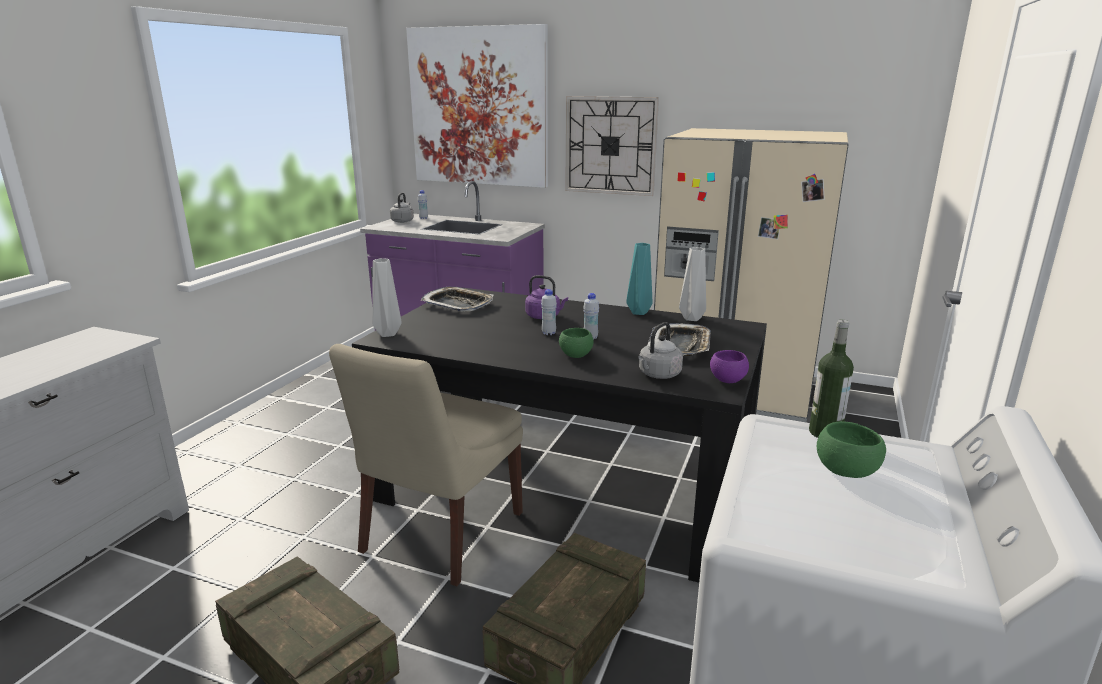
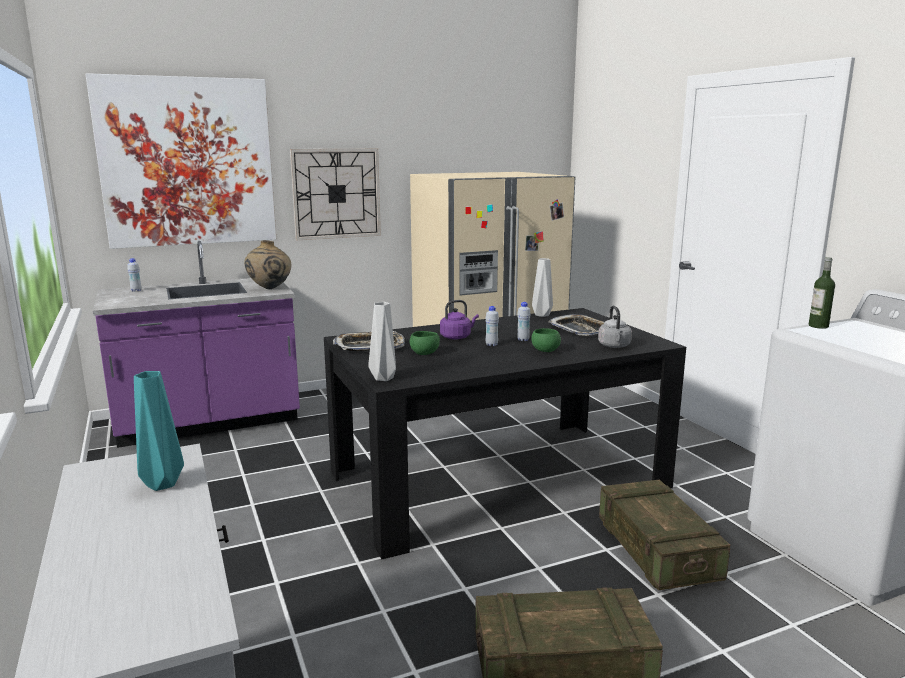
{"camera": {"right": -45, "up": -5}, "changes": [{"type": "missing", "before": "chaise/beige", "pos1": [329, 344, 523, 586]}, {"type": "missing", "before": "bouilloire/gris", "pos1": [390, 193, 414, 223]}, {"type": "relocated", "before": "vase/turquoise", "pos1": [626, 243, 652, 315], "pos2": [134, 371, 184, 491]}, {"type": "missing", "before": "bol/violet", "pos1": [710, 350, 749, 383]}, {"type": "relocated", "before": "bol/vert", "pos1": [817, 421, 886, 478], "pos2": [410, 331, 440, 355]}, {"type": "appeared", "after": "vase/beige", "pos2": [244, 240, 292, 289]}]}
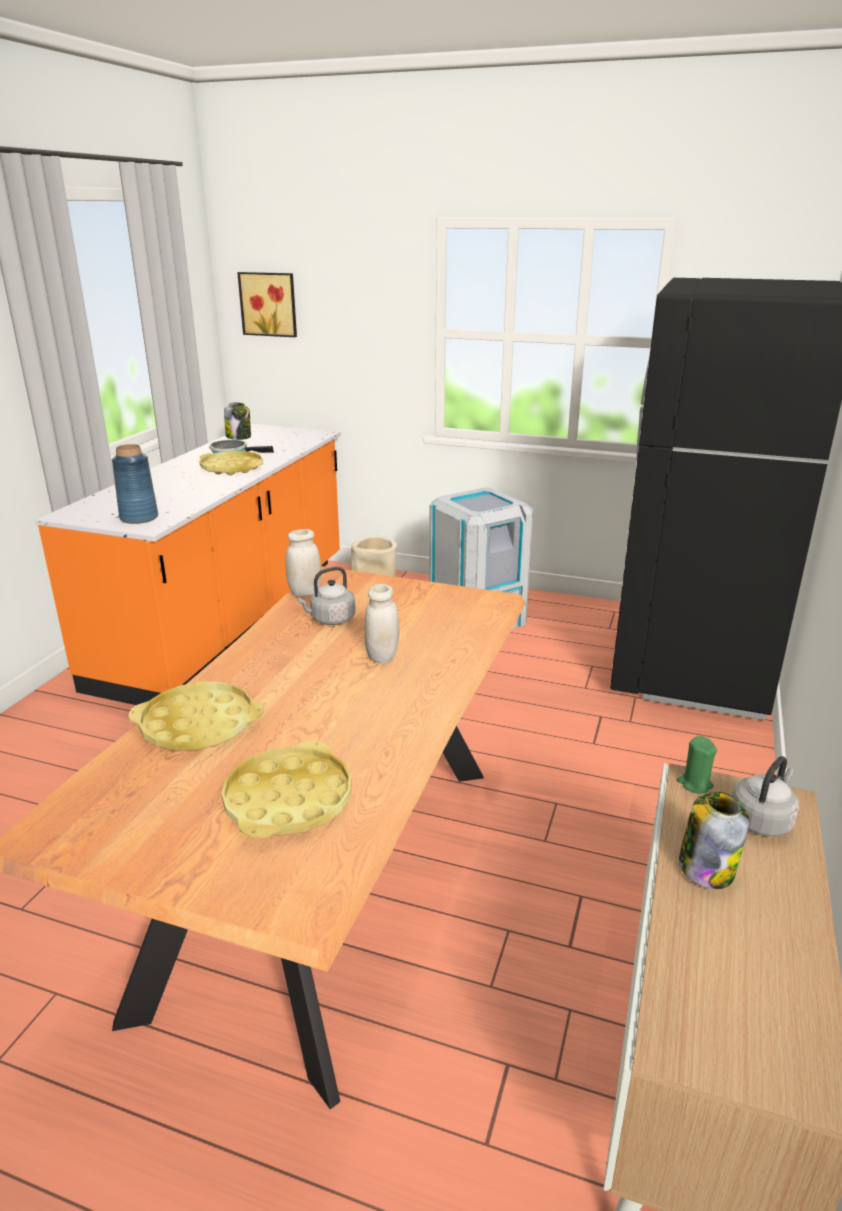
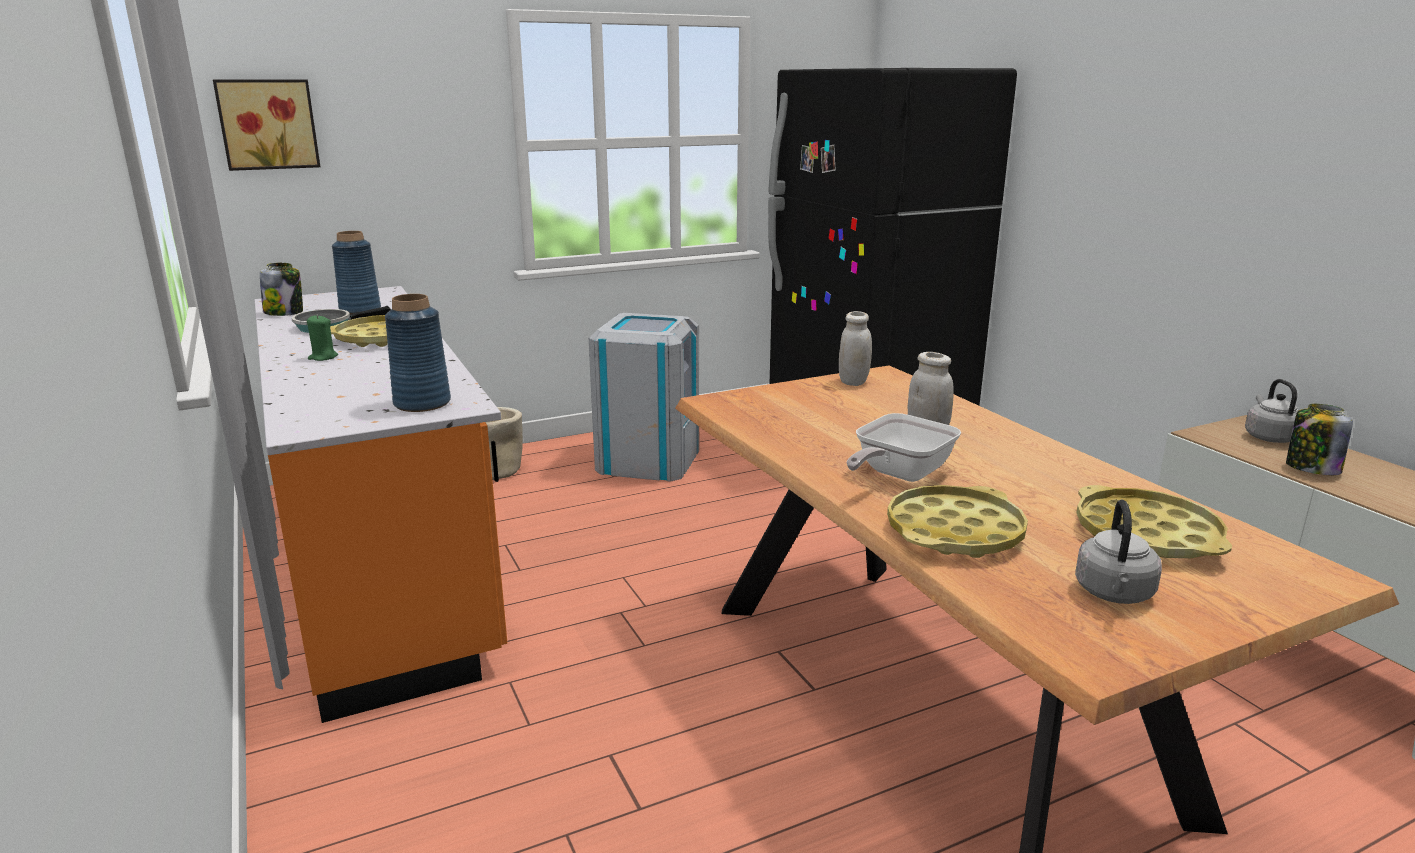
{"camera": {"right": -45, "up": -5}, "changes": [{"type": "relocated", "before": "bocal/blanc", "pos1": [286, 529, 321, 596], "pos2": [839, 311, 872, 386]}, {"type": "relocated", "before": "bouilloire/gris", "pos1": [297, 567, 355, 625], "pos2": [1075, 500, 1162, 604]}, {"type": "relocated", "before": "bougie/vert", "pos1": [677, 736, 717, 794], "pos2": [307, 315, 338, 361]}, {"type": "appeared", "after": "vase/bleu", "pos2": [332, 231, 381, 314]}, {"type": "appeared", "after": "poêle", "pos2": [847, 413, 961, 482]}]}
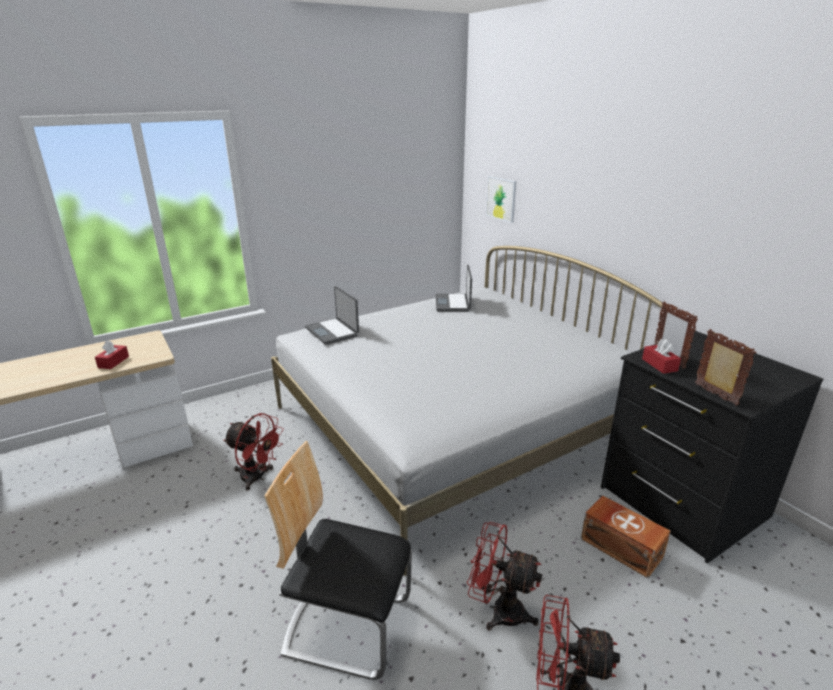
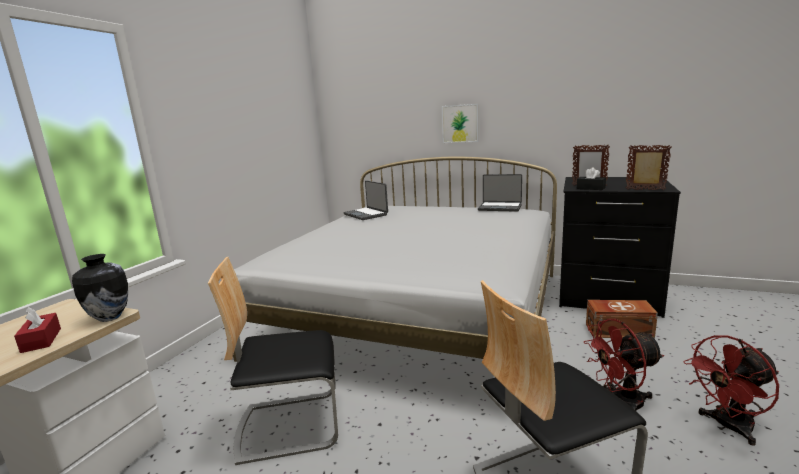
{"camera": {"right": -35, "up": -10}, "changes": [{"type": "exchanged", "before": "ventilateur/rouge", "after": "chaise", "pos1": [223, 413, 284, 491], "pos2": [208, 257, 338, 465]}, {"type": "relocated", "before": "ordinateur portable", "pos1": [305, 286, 359, 345], "pos2": [478, 174, 522, 212]}, {"type": "relocated", "before": "tableau", "pos1": [486, 176, 516, 223], "pos2": [442, 104, 479, 143]}, {"type": "colour", "before": "boîte à mouchoirs/rouge", "after": "boîte à mouchoirs/noir", "pos1": [642, 339, 681, 374], "pos2": [577, 167, 606, 190]}, {"type": "appeared", "after": "vase", "pos2": [72, 254, 128, 322]}]}
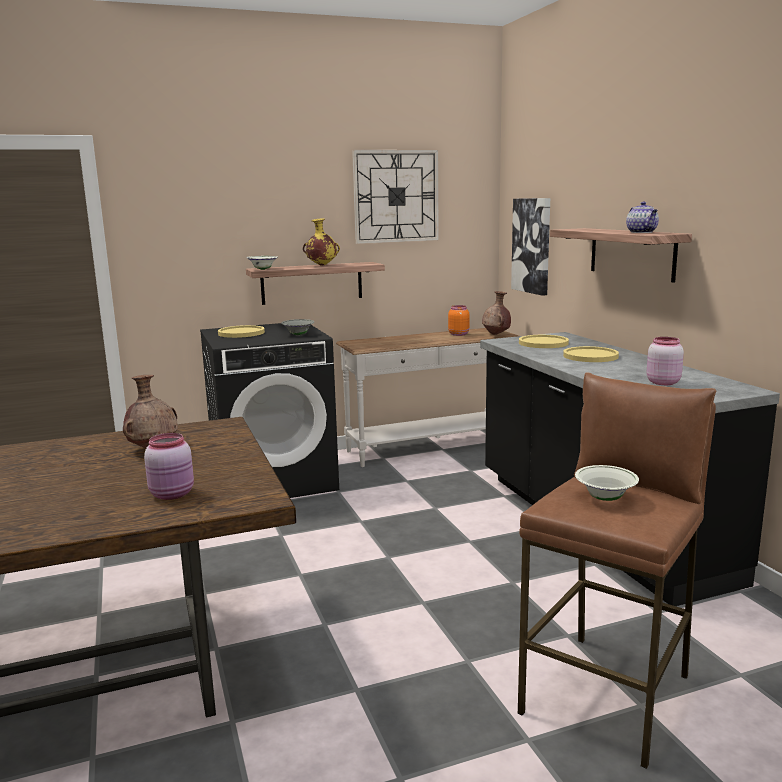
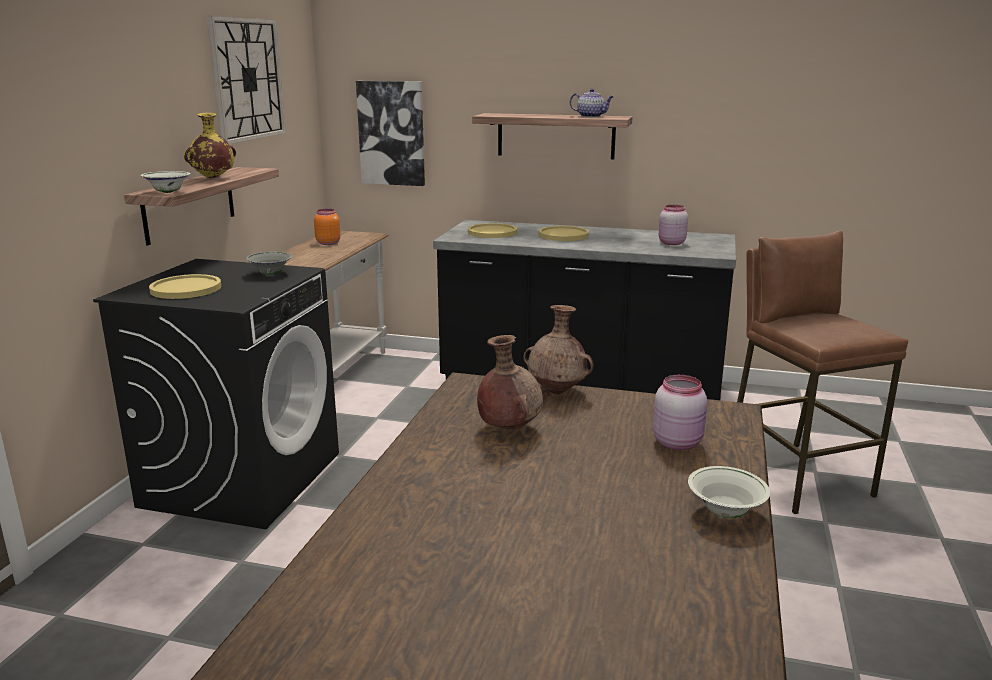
{"camera": {"right": -55, "up": 5}, "changes": [{"type": "relocated", "before": "vase/marron", "pos1": [482, 291, 511, 335], "pos2": [523, 305, 594, 394]}, {"type": "relocated", "before": "bol/blanc", "pos1": [575, 465, 639, 501], "pos2": [688, 466, 770, 518]}]}
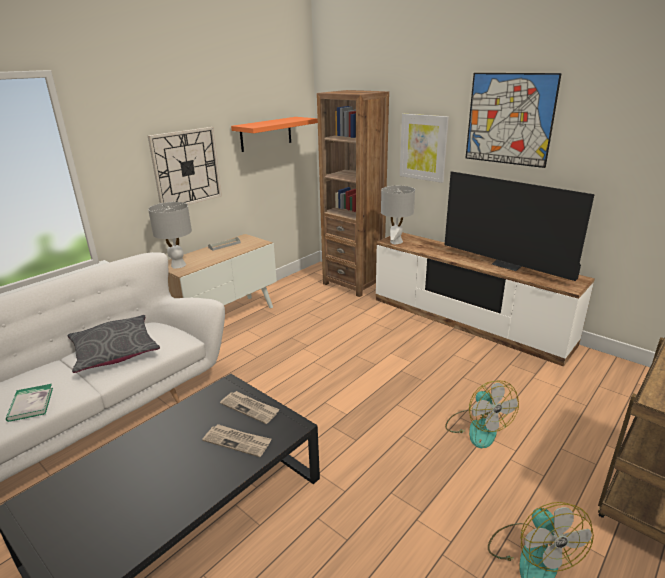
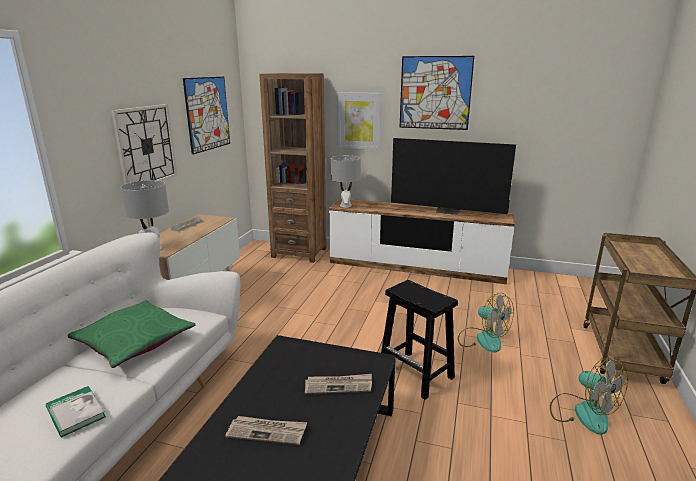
{"camera": {"right": -25, "up": -5}, "changes": [{"type": "colour", "before": "coussin/gris", "after": "coussin/vert", "pos1": [68, 315, 160, 373], "pos2": [68, 300, 196, 368]}, {"type": "relocated", "before": "journal", "pos1": [220, 391, 280, 424], "pos2": [225, 416, 307, 445]}, {"type": "exchanged", "before": "étagère/orange", "after": "tableau", "pos1": [231, 117, 318, 152], "pos2": [183, 77, 230, 155]}, {"type": "appeared", "after": "tabouret/noir", "pos2": [381, 280, 458, 400]}]}
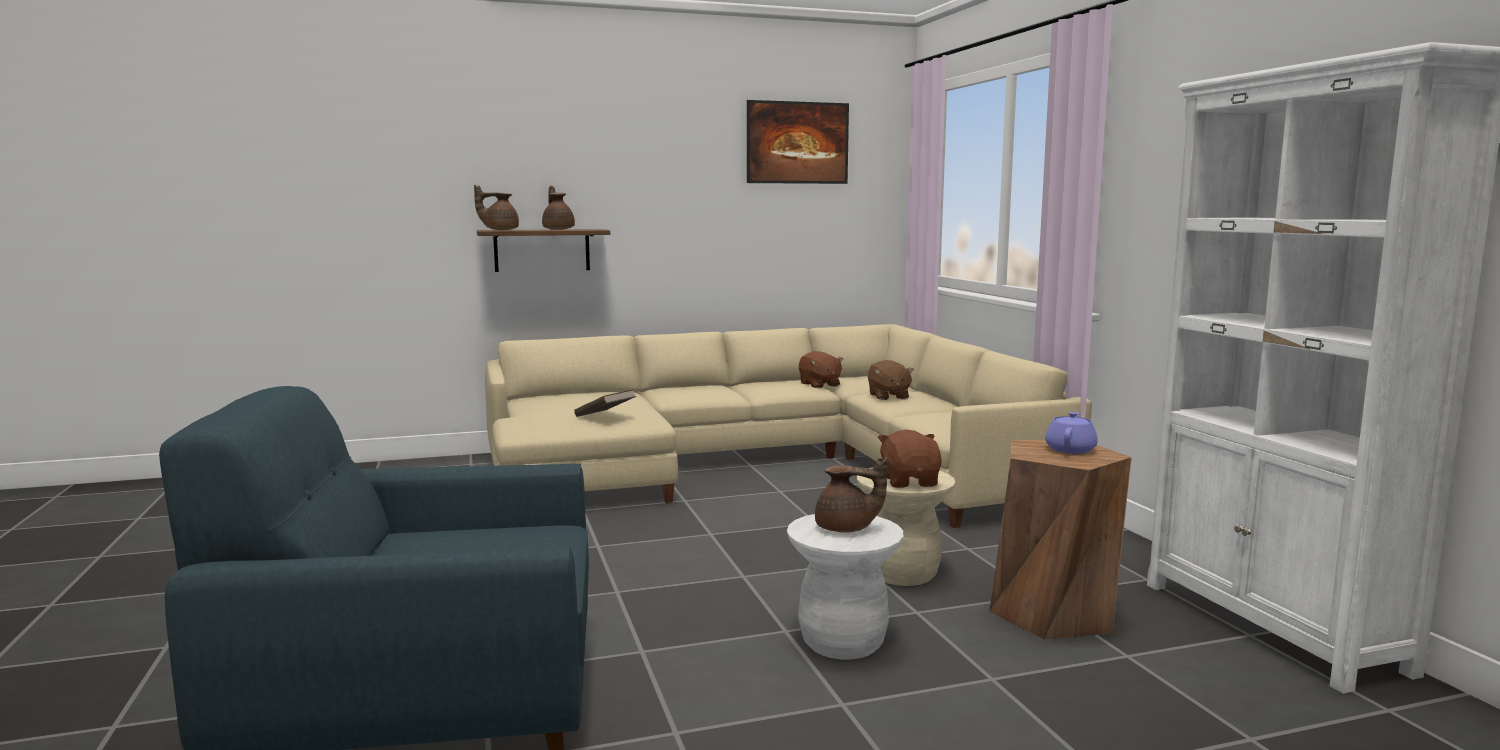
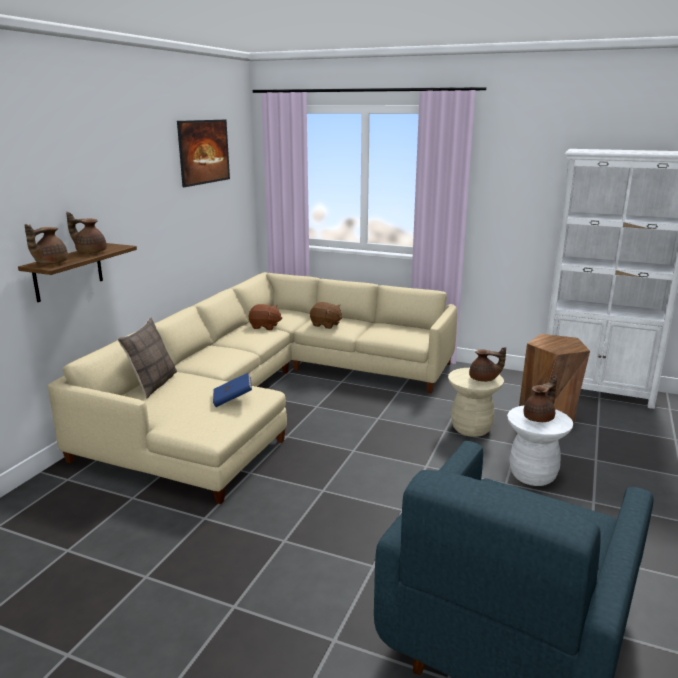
{"camera": {"right": -50, "up": 10}, "changes": [{"type": "colour", "before": "livre/marron", "after": "livre/bleu", "pos1": [574, 389, 636, 417], "pos2": [213, 373, 252, 407]}, {"type": "exchanged", "before": "peluche/marron", "after": "théière/marron", "pos1": [877, 429, 942, 488], "pos2": [469, 347, 506, 382]}, {"type": "missing", "before": "théière/violet", "pos1": [1045, 412, 1098, 454]}, {"type": "appeared", "after": "coussin", "pos2": [118, 318, 177, 398]}]}
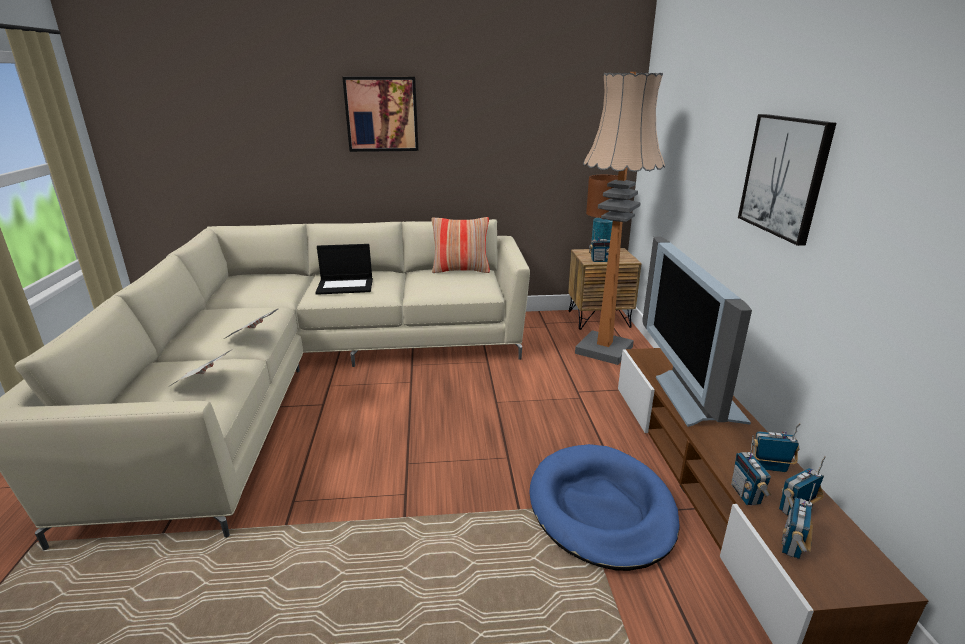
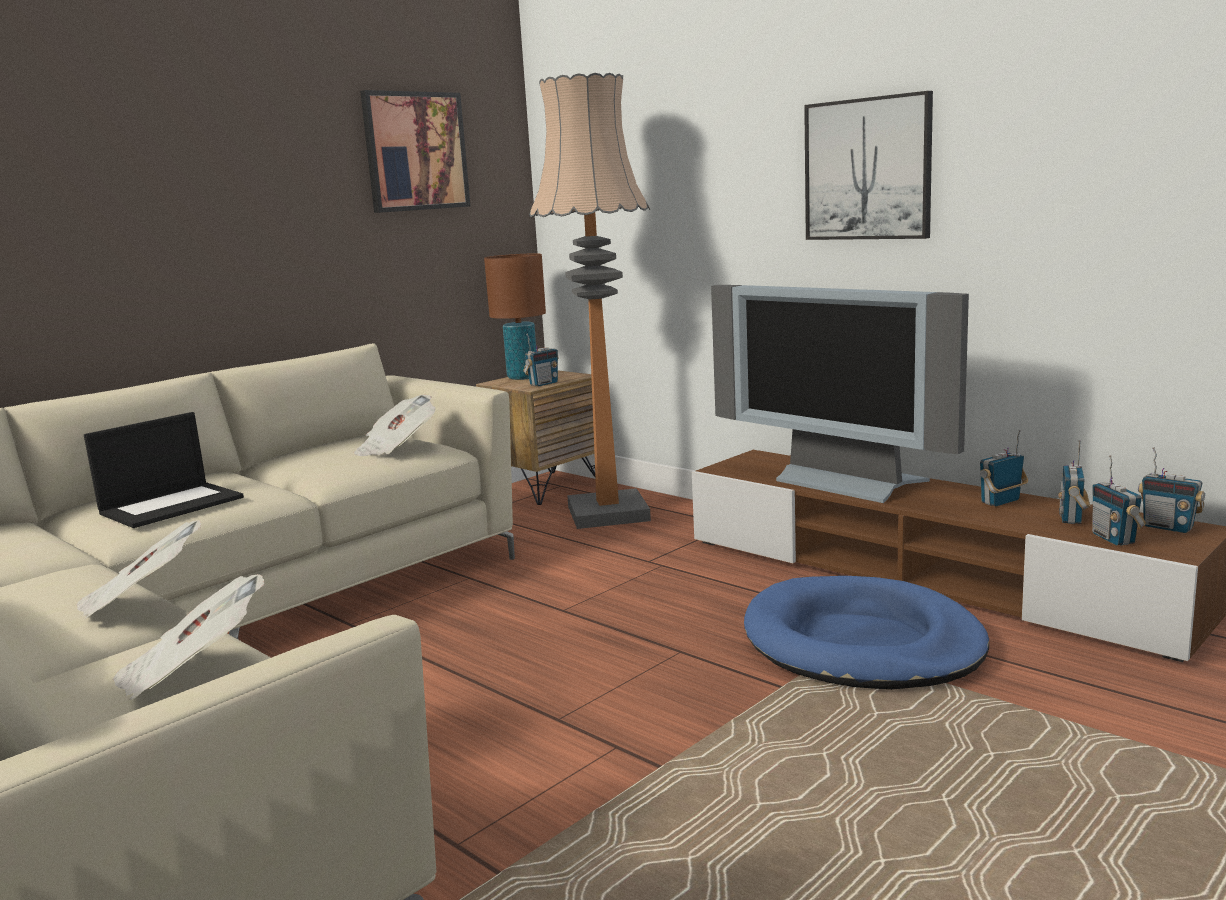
{"camera": {"right": -40, "up": -10}, "changes": [{"type": "relocated", "before": "tableau", "pos1": [342, 77, 419, 152], "pos2": [360, 90, 470, 213]}, {"type": "missing", "before": "coussin", "pos1": [432, 217, 490, 273]}, {"type": "relocated", "before": "radio", "pos1": [731, 435, 771, 505], "pos2": [1138, 447, 1205, 533]}, {"type": "appeared", "after": "journal", "pos2": [354, 394, 436, 456]}]}
